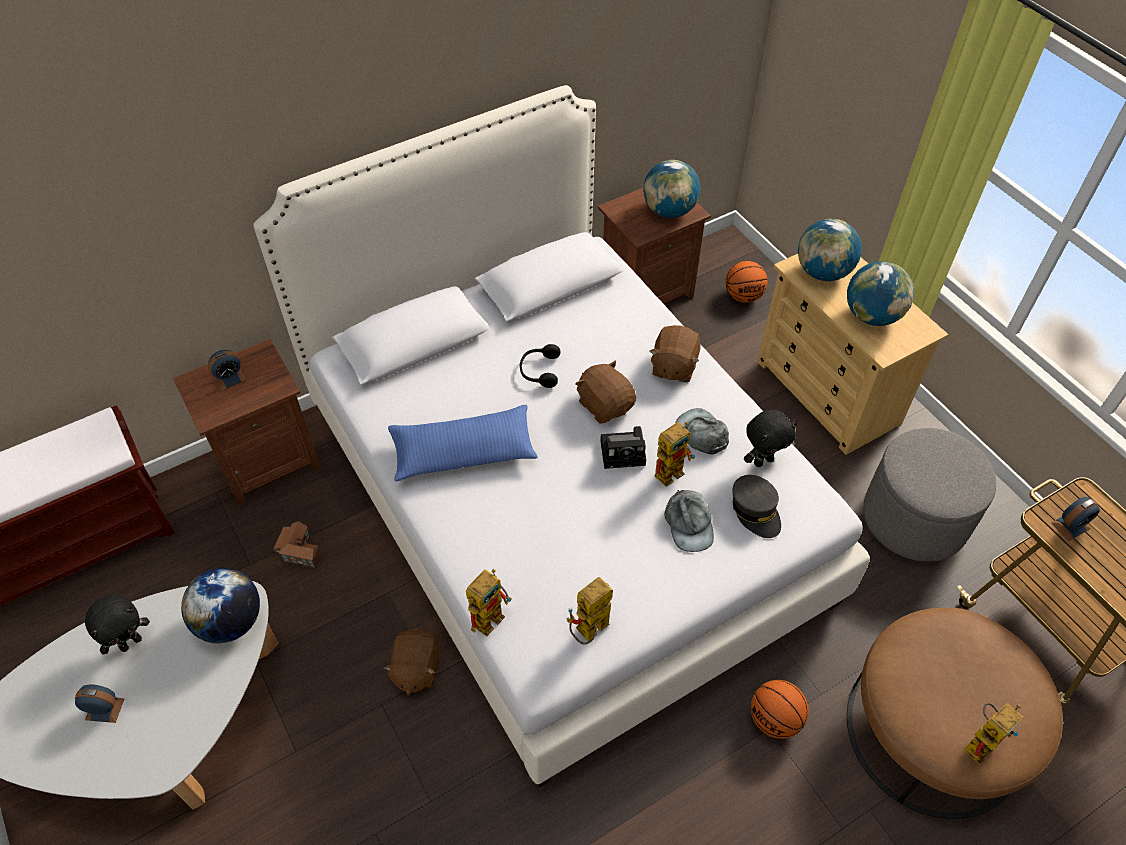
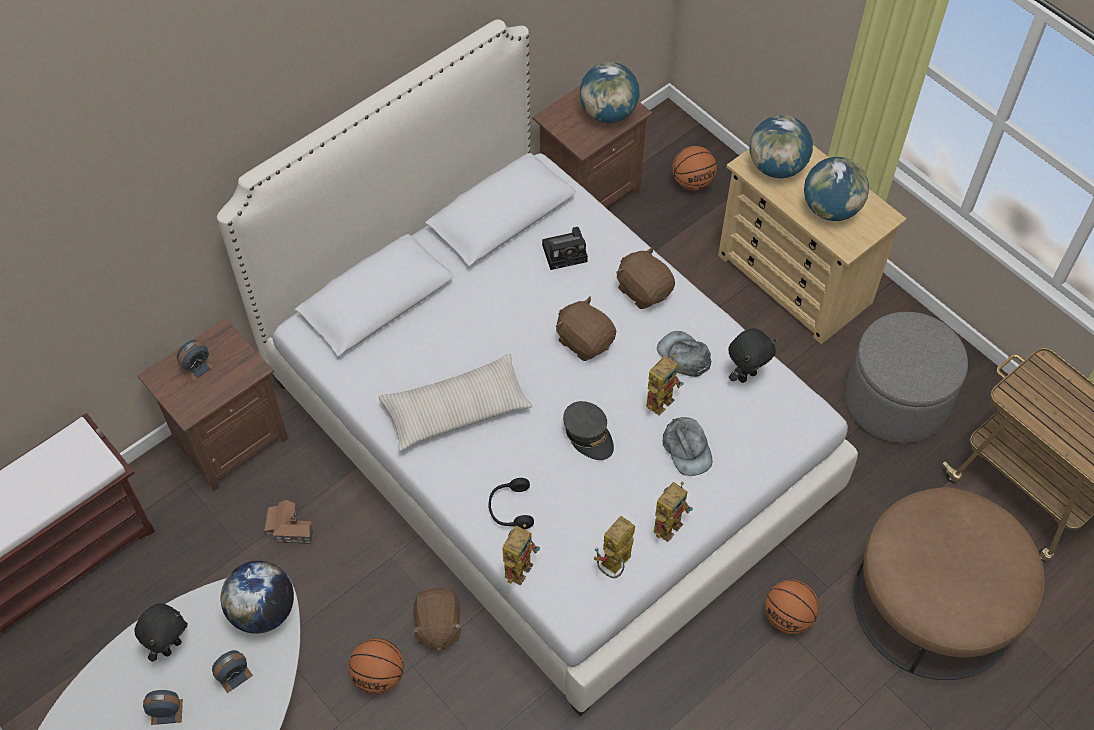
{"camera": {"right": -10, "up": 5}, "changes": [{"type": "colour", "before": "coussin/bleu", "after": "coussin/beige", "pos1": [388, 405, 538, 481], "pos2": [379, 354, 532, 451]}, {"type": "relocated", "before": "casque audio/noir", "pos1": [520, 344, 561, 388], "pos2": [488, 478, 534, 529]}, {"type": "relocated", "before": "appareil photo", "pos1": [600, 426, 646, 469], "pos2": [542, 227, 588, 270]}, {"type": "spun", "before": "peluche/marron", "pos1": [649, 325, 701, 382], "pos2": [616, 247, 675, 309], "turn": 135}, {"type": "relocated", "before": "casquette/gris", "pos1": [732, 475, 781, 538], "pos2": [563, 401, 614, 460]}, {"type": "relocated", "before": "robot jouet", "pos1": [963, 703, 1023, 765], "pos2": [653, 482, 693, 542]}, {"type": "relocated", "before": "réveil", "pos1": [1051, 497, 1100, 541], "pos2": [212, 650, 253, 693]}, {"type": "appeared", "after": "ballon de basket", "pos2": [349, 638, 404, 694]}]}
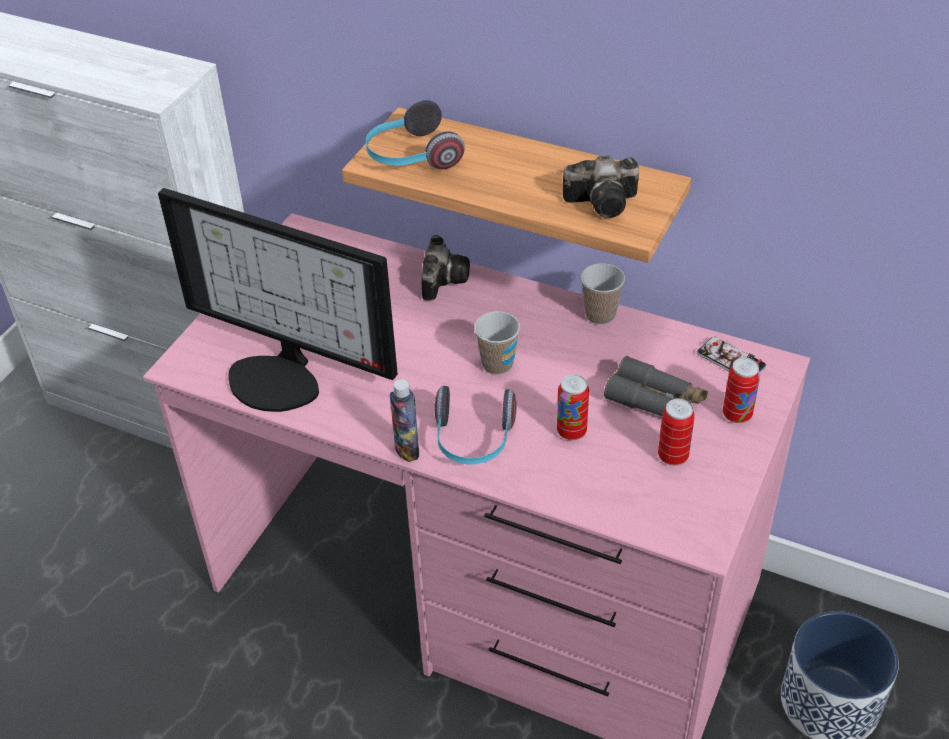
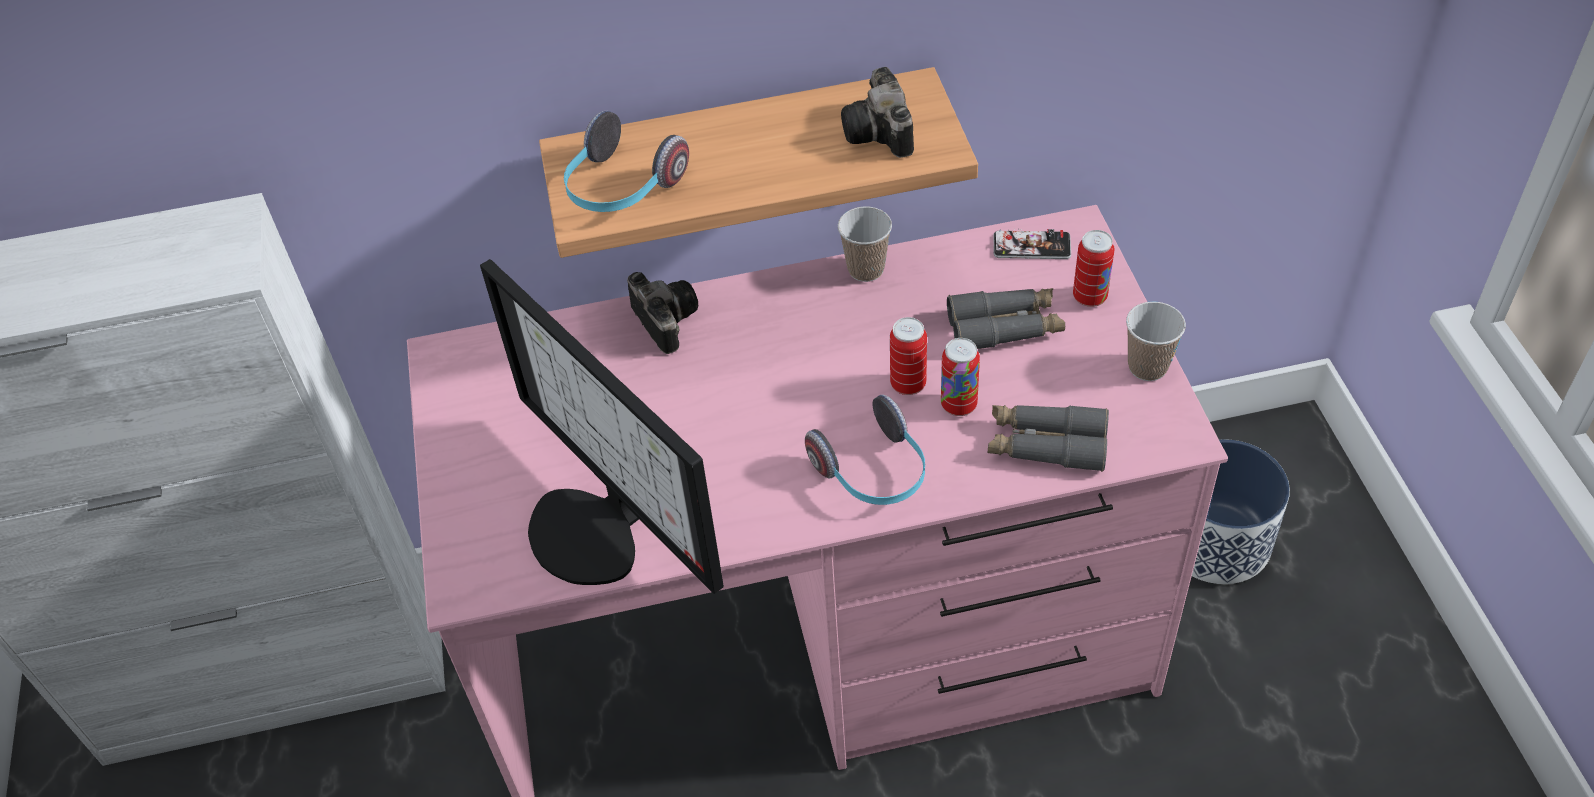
{"camera": {"right": -35, "up": 5}, "changes": [{"type": "spun", "before": "écran d'ordinateur", "pos1": [158, 188, 398, 412], "pos2": [480, 259, 724, 594], "turn": 60}, {"type": "missing", "before": "bouteille", "pos1": [390, 379, 419, 462]}, {"type": "relocated", "before": "tasse", "pos1": [474, 311, 520, 375], "pos2": [1126, 301, 1186, 381]}, {"type": "spun", "before": "appareil photo", "pos1": [563, 155, 639, 218], "pos2": [841, 67, 914, 158], "turn": 120}, {"type": "relocated", "before": "boîte métallique", "pos1": [658, 399, 695, 465], "pos2": [890, 317, 927, 395]}, {"type": "appeared", "after": "jumelles/gris", "pos2": [988, 405, 1109, 472]}]}
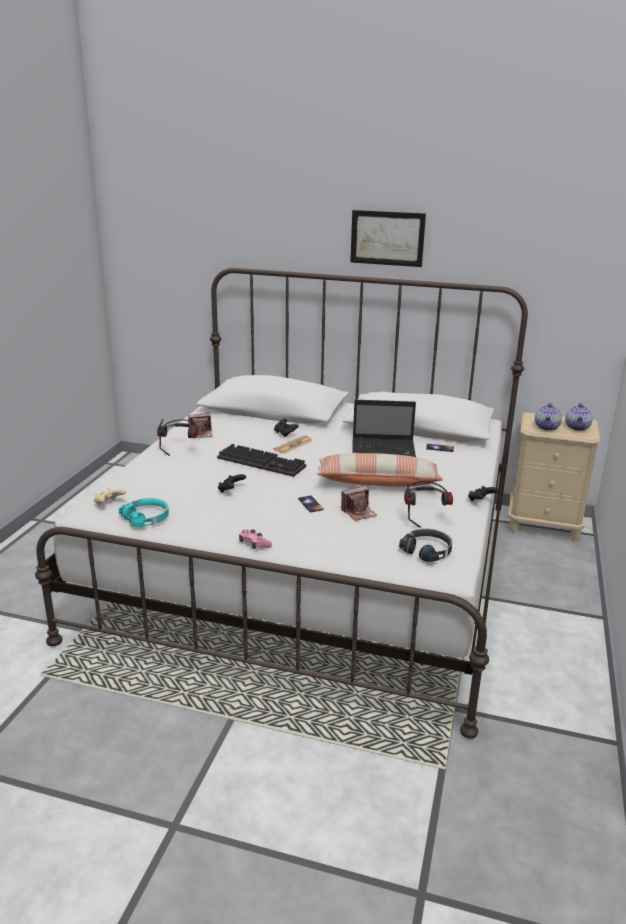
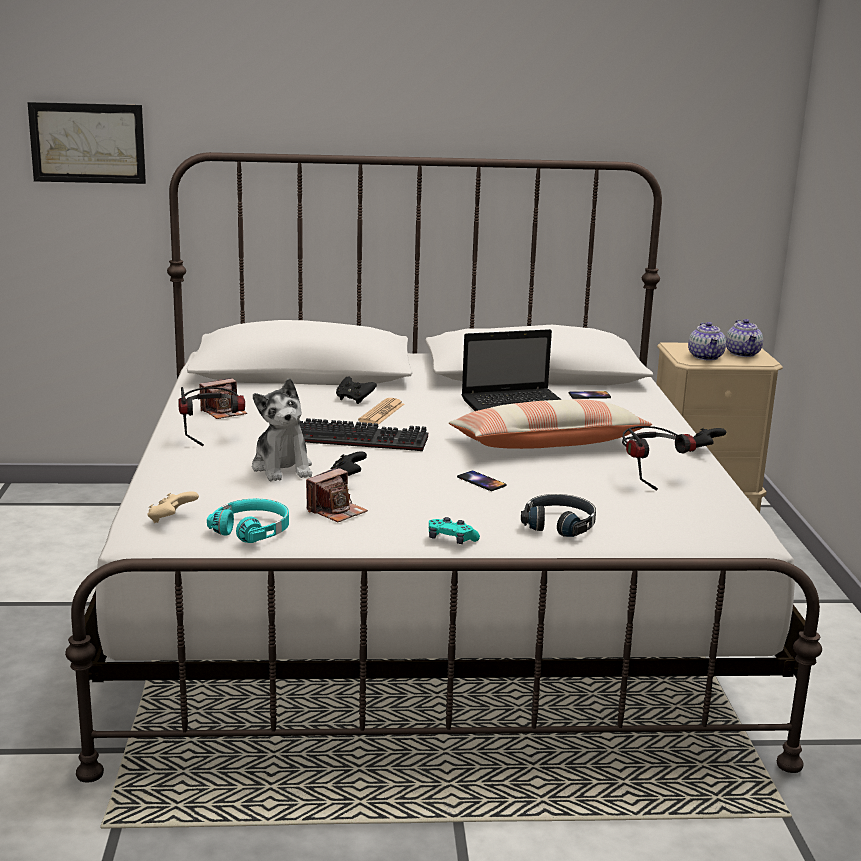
{"camera": {"right": -20, "up": -5}, "changes": [{"type": "colour", "before": "manette/rose", "after": "manette/turquoise", "pos1": [239, 529, 272, 549], "pos2": [429, 517, 480, 544]}, {"type": "relocated", "before": "appareil photo", "pos1": [341, 485, 377, 521], "pos2": [306, 467, 368, 522]}, {"type": "relocated", "before": "tableau", "pos1": [350, 210, 426, 267], "pos2": [28, 102, 146, 184]}, {"type": "relocated", "before": "casque audio/noir", "pos1": [399, 529, 452, 562], "pos2": [521, 494, 596, 537]}, {"type": "appeared", "after": "peluche", "pos2": [252, 378, 312, 481]}]}
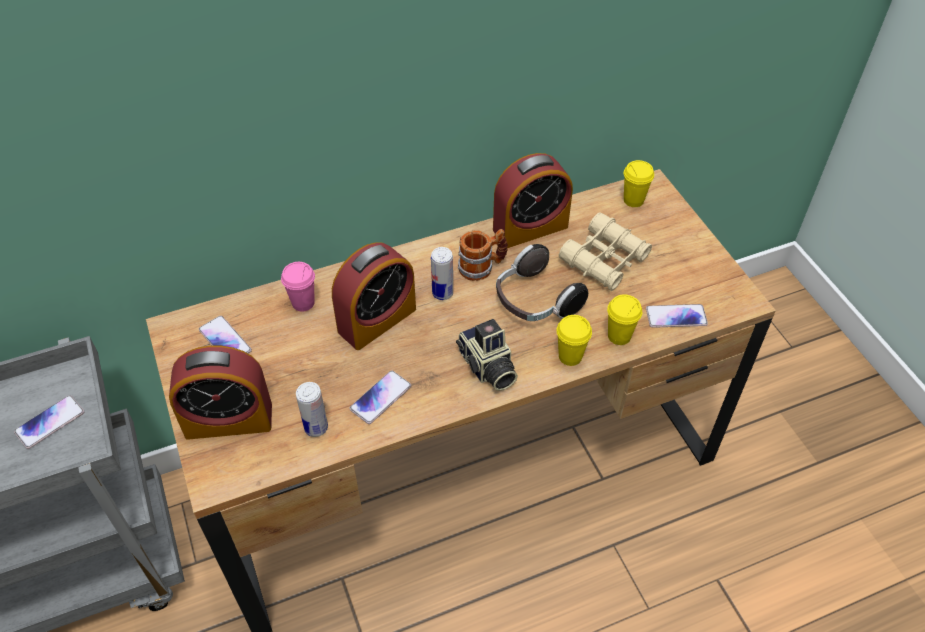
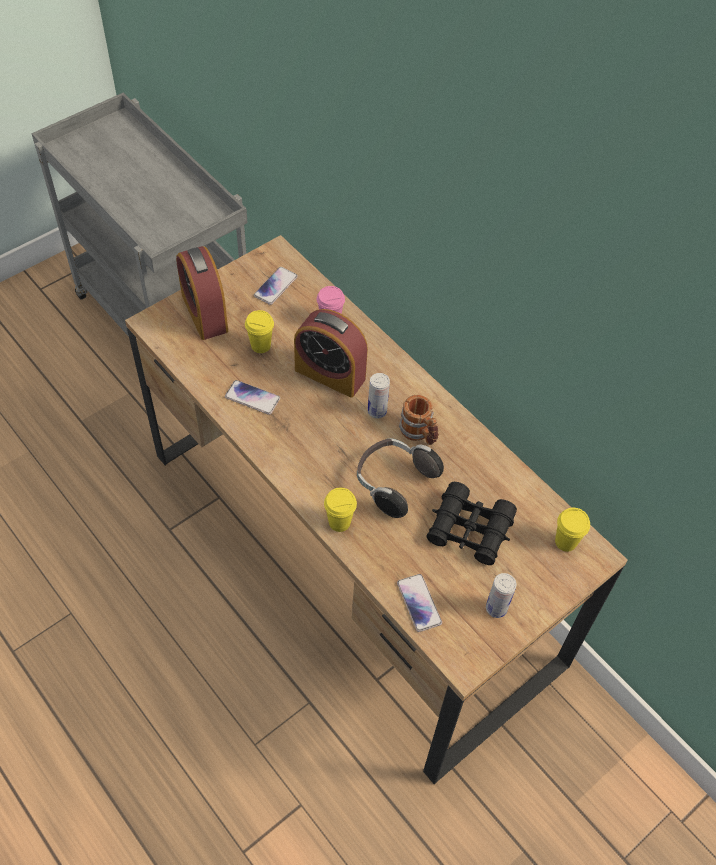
{"camera": {"right": 70, "up": 5}, "changes": [{"type": "missing", "before": "téléphone", "pos1": [14, 395, 84, 449]}, {"type": "relocated", "before": "boîte métallique", "pos1": [296, 382, 328, 437], "pos2": [486, 573, 516, 618]}, {"type": "missing", "before": "appareil photo", "pos1": [456, 319, 518, 391]}, {"type": "missing", "before": "réveil", "pos1": [493, 153, 573, 248]}, {"type": "colour", "before": "jumelles/beige", "after": "jumelles/noir", "pos1": [559, 212, 652, 291], "pos2": [426, 482, 517, 565]}, {"type": "relocated", "before": "tasse/jaune", "pos1": [607, 294, 642, 345], "pos2": [245, 310, 274, 353]}]}
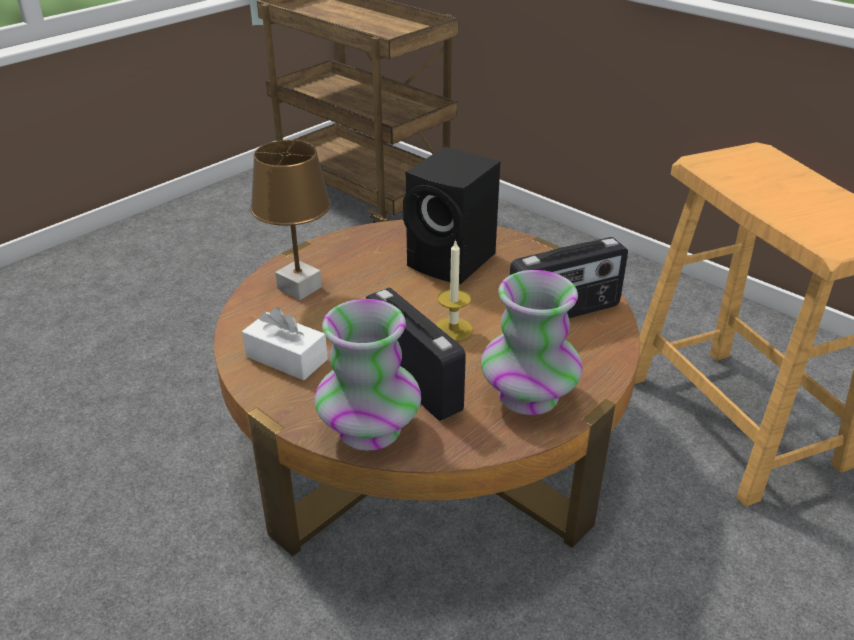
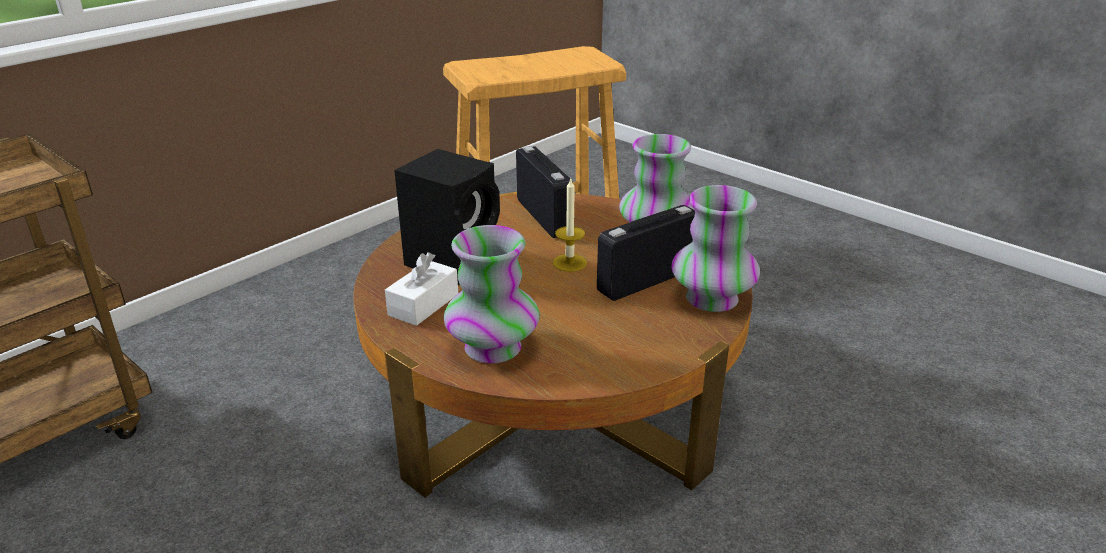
{"camera": {"right": -90, "up": -5}, "changes": [{"type": "relocated", "before": "boîte à mouchoirs/blanc", "pos1": [242, 307, 328, 380], "pos2": [385, 252, 458, 326]}, {"type": "exchanged", "before": "lampe de table/marron", "after": "vase", "pos1": [250, 140, 331, 300], "pos2": [443, 225, 539, 363]}]}
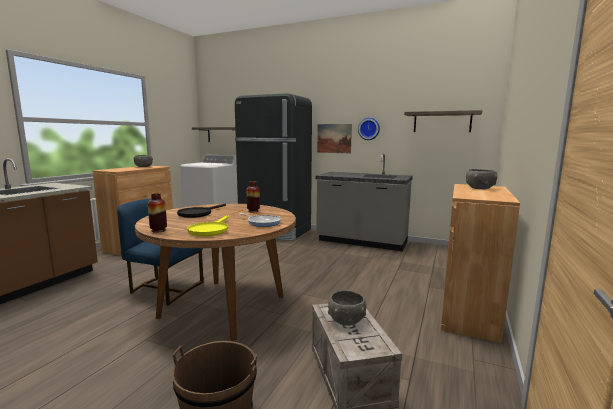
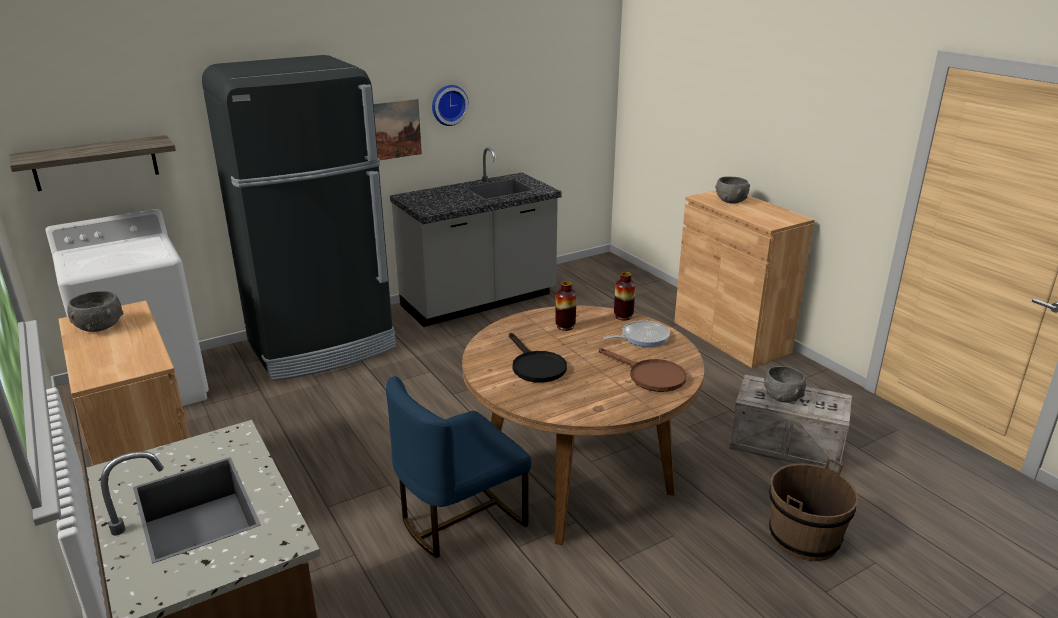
{"camera": {"right": -55, "up": 15}, "changes": [{"type": "relocated", "before": "vase", "pos1": [148, 193, 167, 233], "pos2": [614, 272, 635, 320]}, {"type": "colour", "before": "poêle/jaune", "after": "poêle/marron", "pos1": [188, 215, 229, 236], "pos2": [599, 348, 687, 392]}, {"type": "missing", "before": "étagère", "pos1": [404, 110, 483, 132]}]}
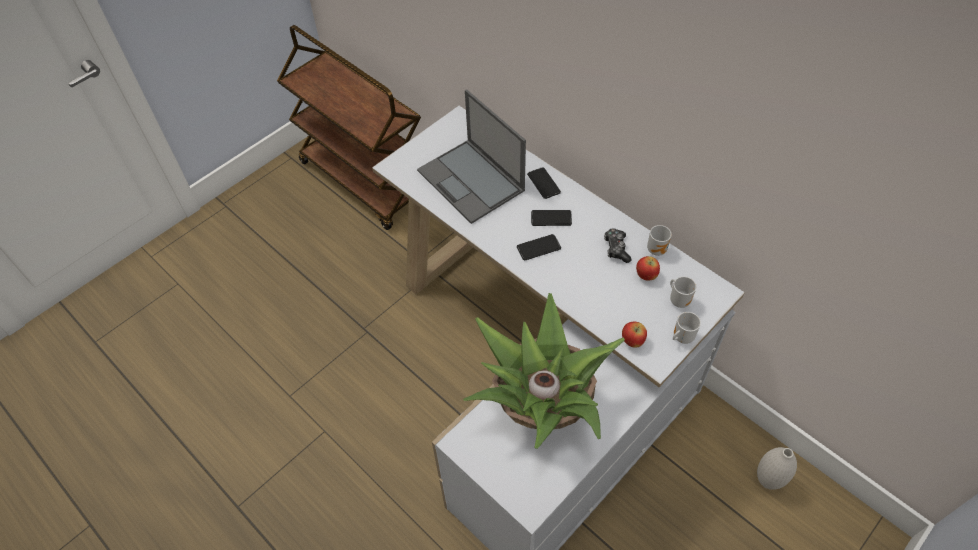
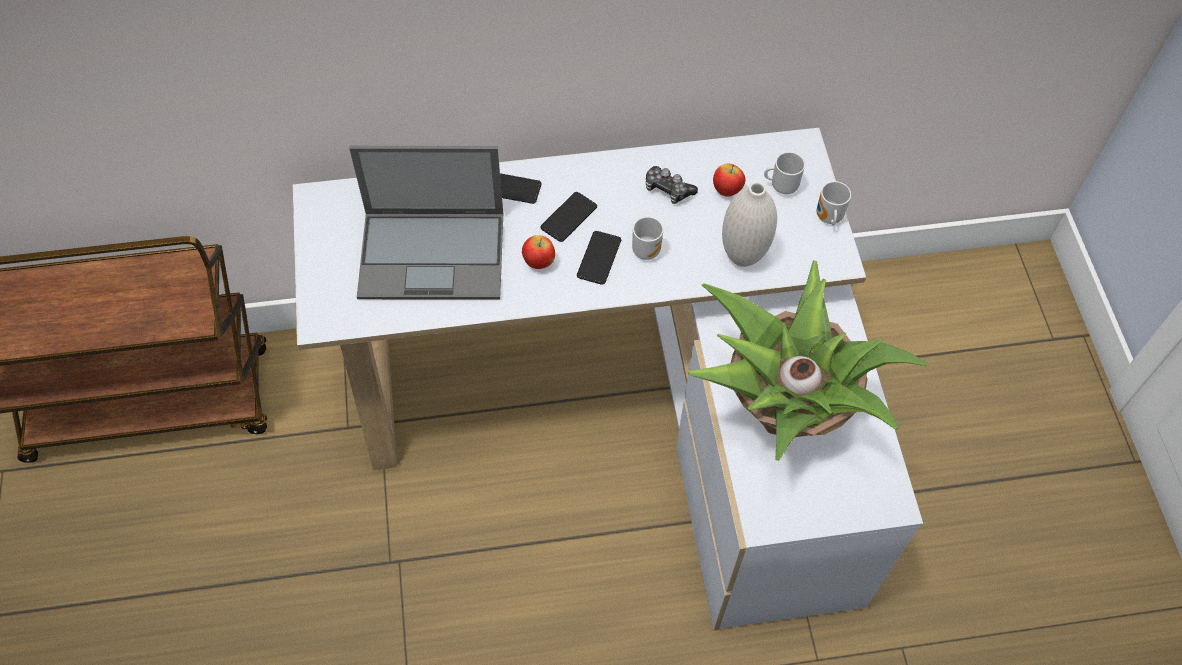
{"camera": {"right": -55, "up": 5}, "changes": [{"type": "relocated", "before": "pomme", "pos1": [622, 322, 647, 348], "pos2": [522, 235, 555, 269]}, {"type": "relocated", "before": "mug", "pos1": [647, 225, 672, 256], "pos2": [632, 217, 663, 260]}, {"type": "relocated", "before": "vase/blanc", "pos1": [757, 447, 797, 490], "pos2": [722, 182, 777, 267]}]}
